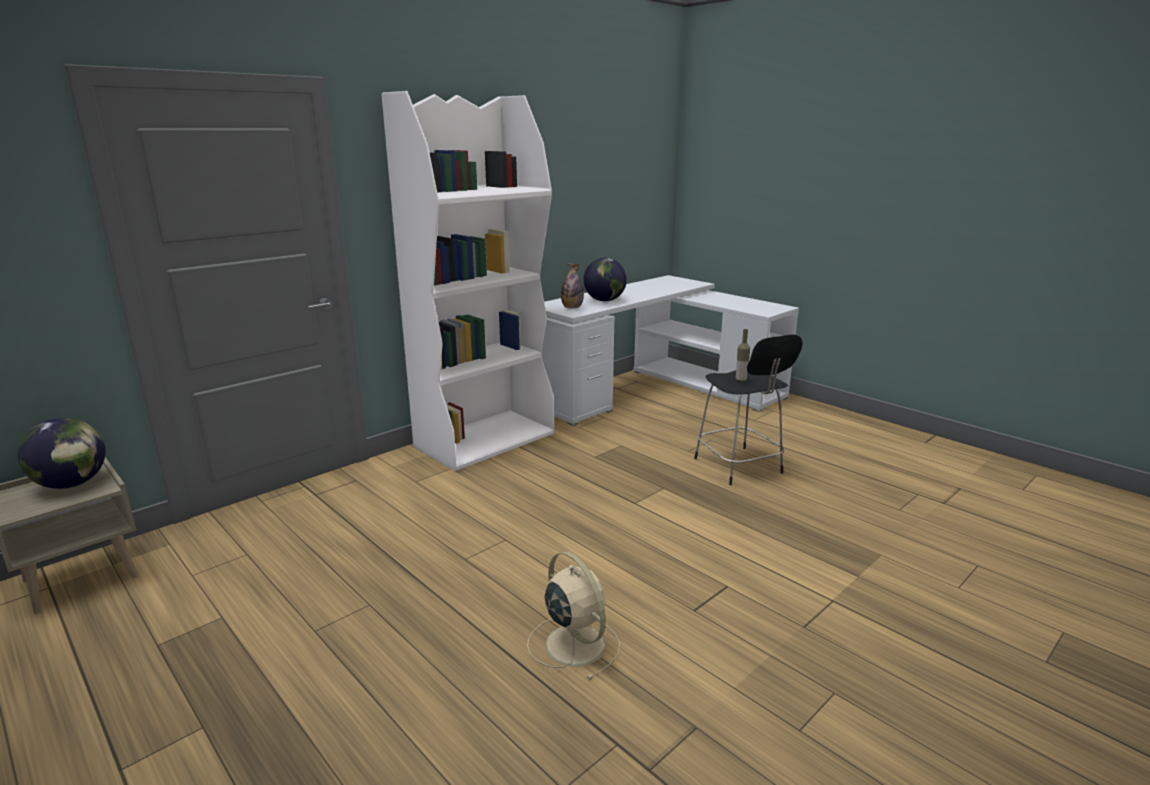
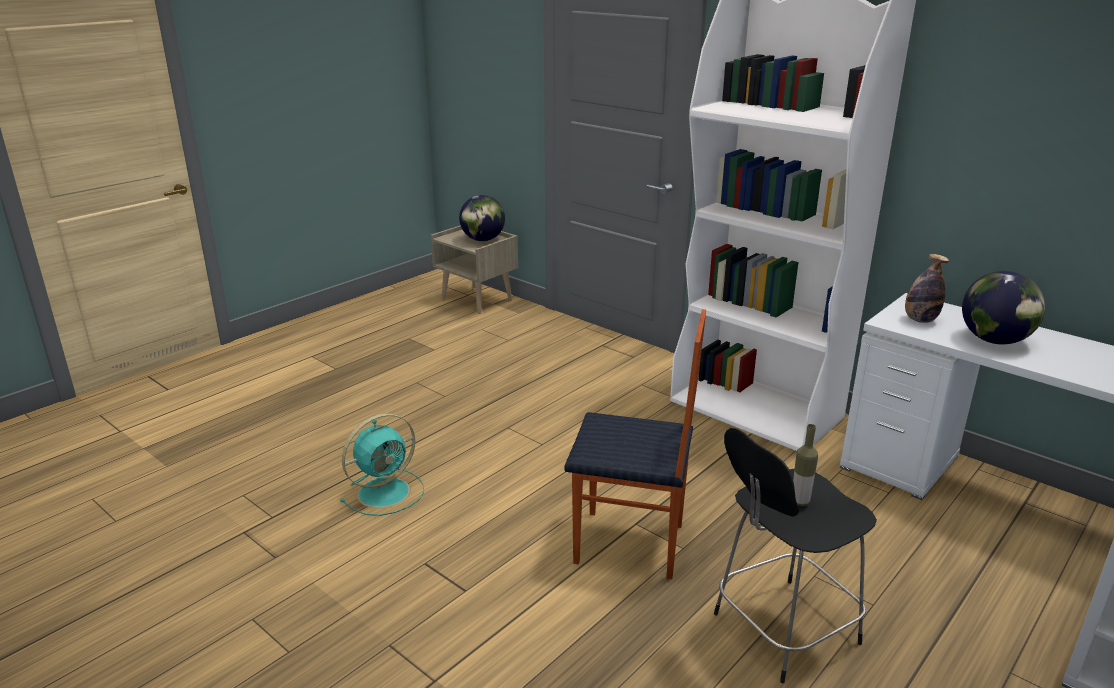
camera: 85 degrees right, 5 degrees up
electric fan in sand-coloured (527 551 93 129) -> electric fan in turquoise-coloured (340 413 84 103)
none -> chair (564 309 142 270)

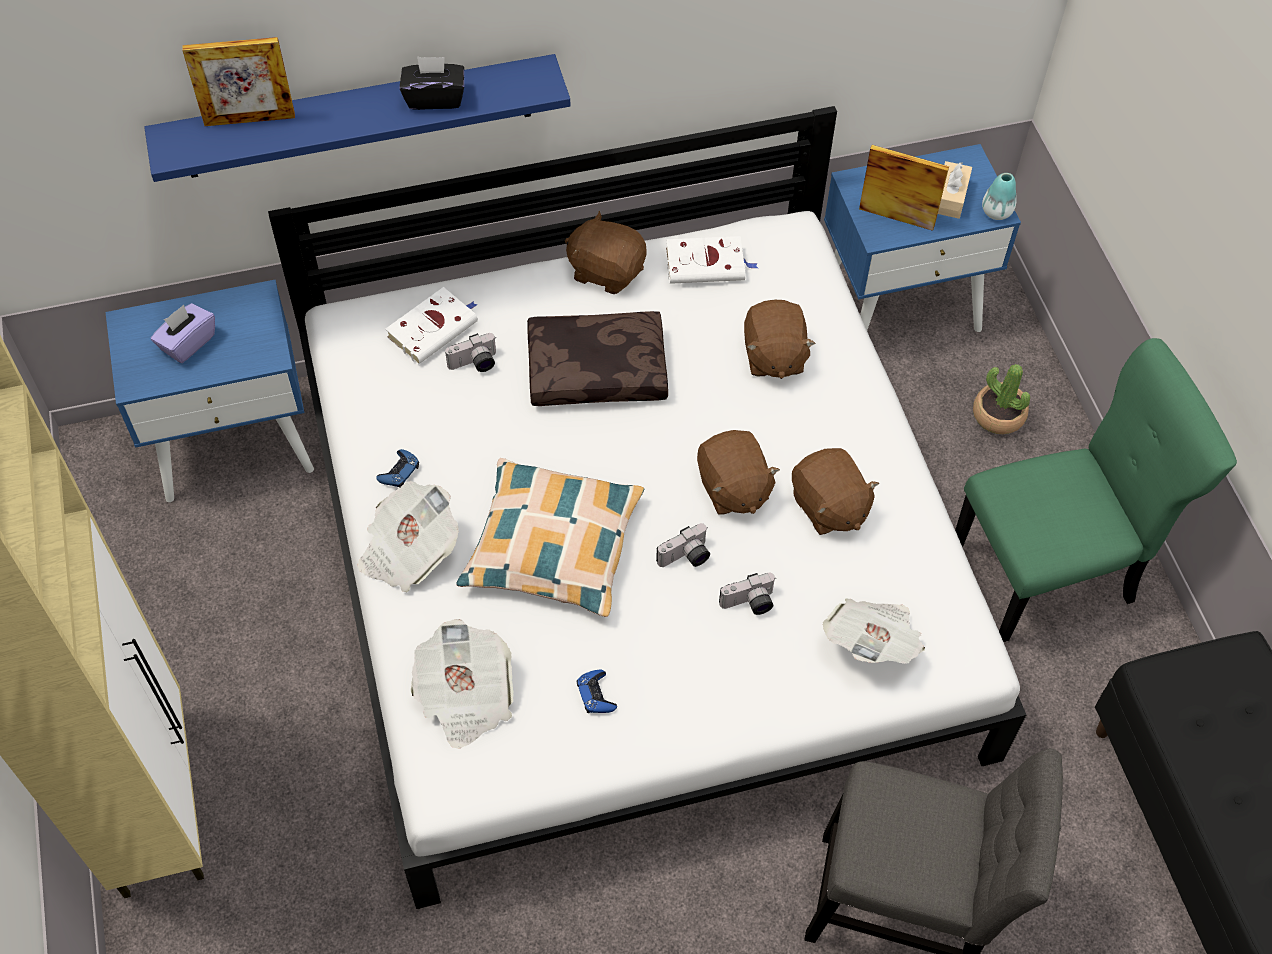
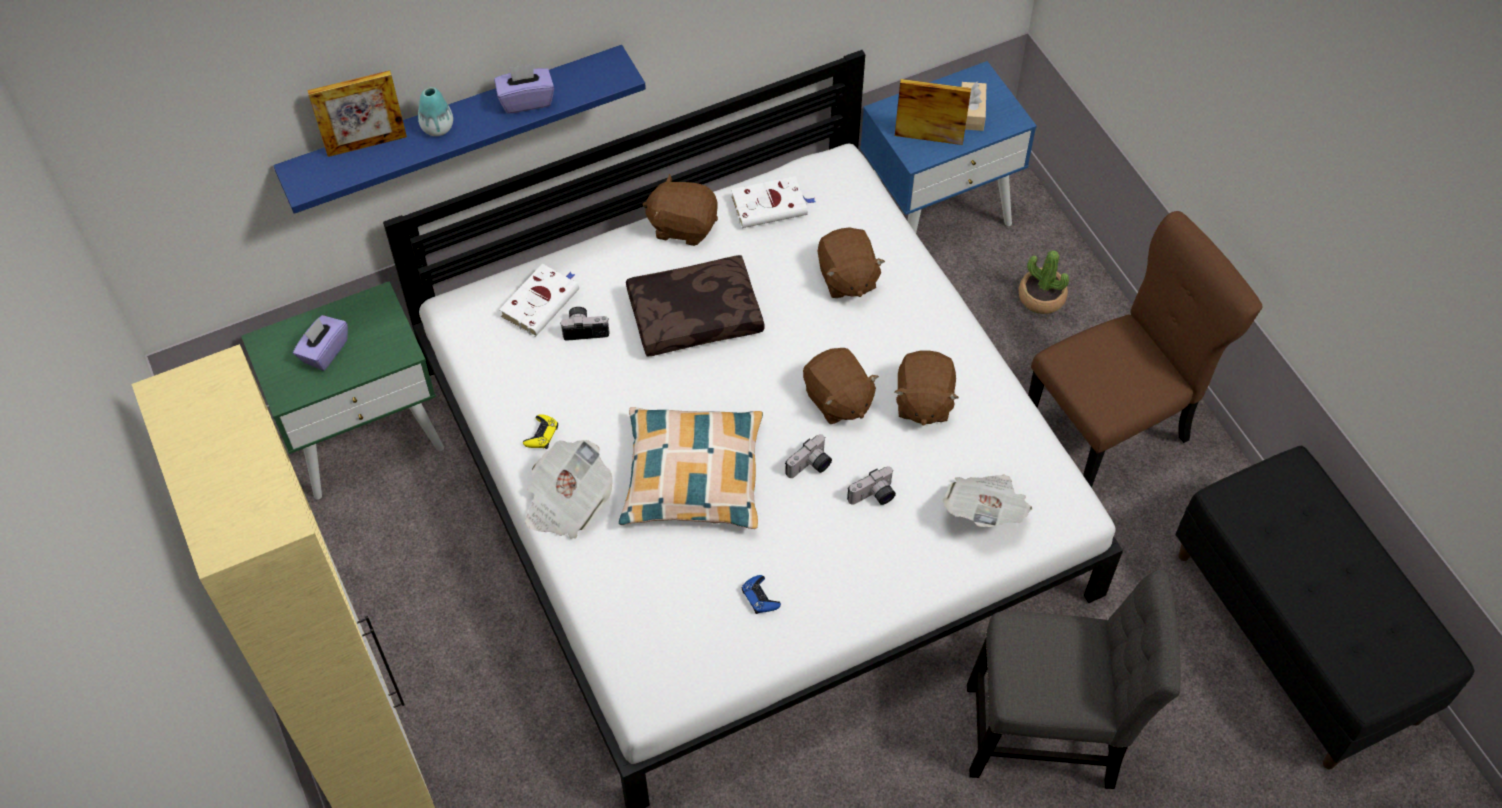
camera: 10 degrees left, 0 degrees up
bedside table in bluish (105 280 209 222) -> bedside table in greenish (241 281 203 219)
vase (982 173 35 47) -> vase (418 87 35 49), relocated
tissue holder in black (400 56 64 54) -> tissue holder in purplish (494 64 60 50)
game controller in bluish (376 449 43 39) -> game controller in yellow-coloured (523 414 35 35)
photo camera (445 333 51 39) -> photo camera (560 307 50 34), 150 degrees counterclockwise
soft toy in brown (792 448 87 87) -> soft toy in brown (894 351 65 75), 45 degrees clockwise
chair in greenish (955 338 282 304) -> chair in brown (1028 211 235 277)
newspaper (410 619 104 130) -> none

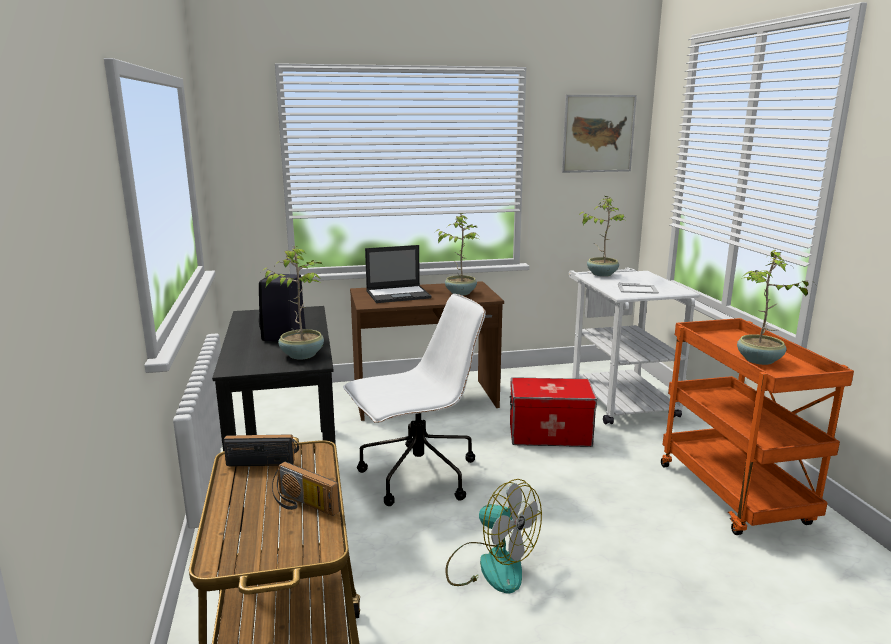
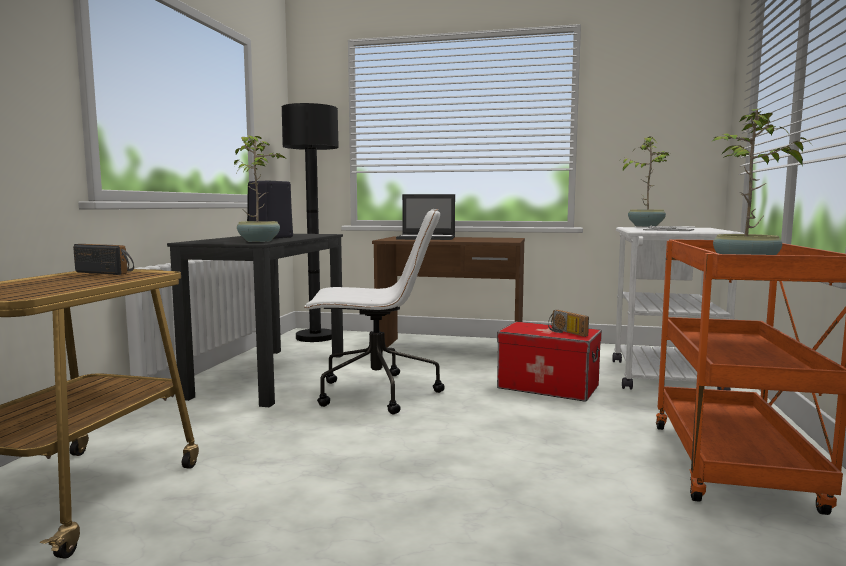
camera: 25 degrees right, 10 degrees down
none -> standing lamp in black (282 103 57 239)
radio set (272 462 68 54) -> radio set (548 310 41 27), relocated
plant in a pot (435 213 44 82) -> none
electric fan (446 479 96 114) -> none
picture (562 95 75 78) -> none

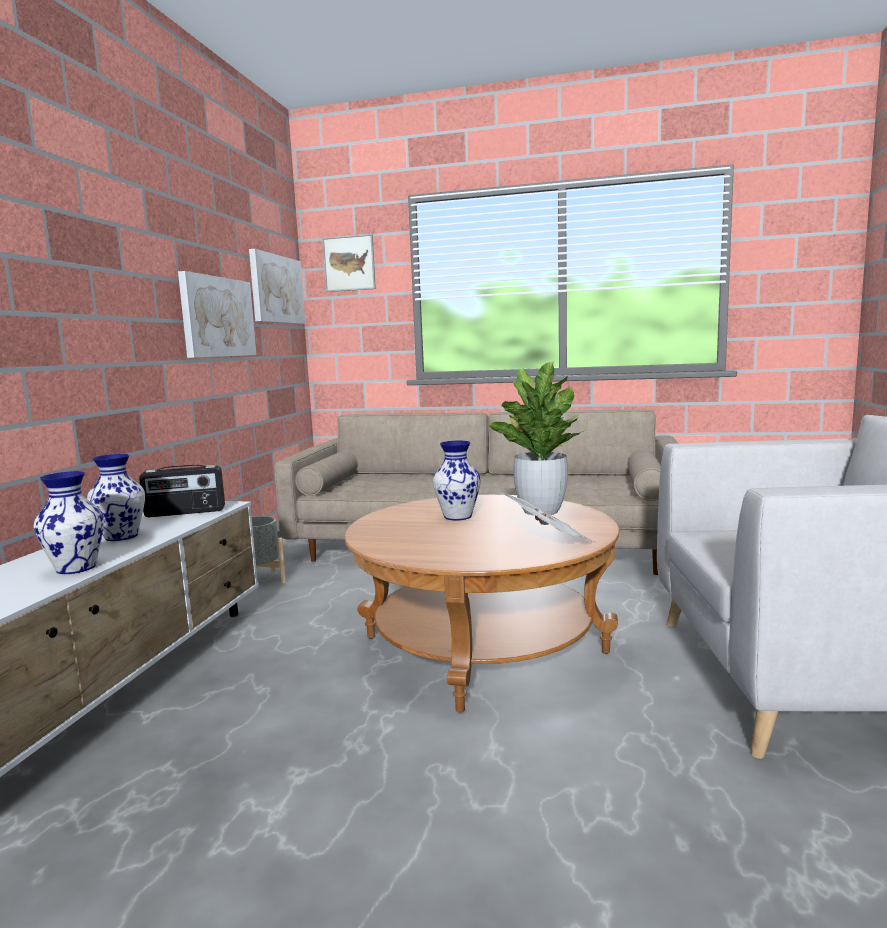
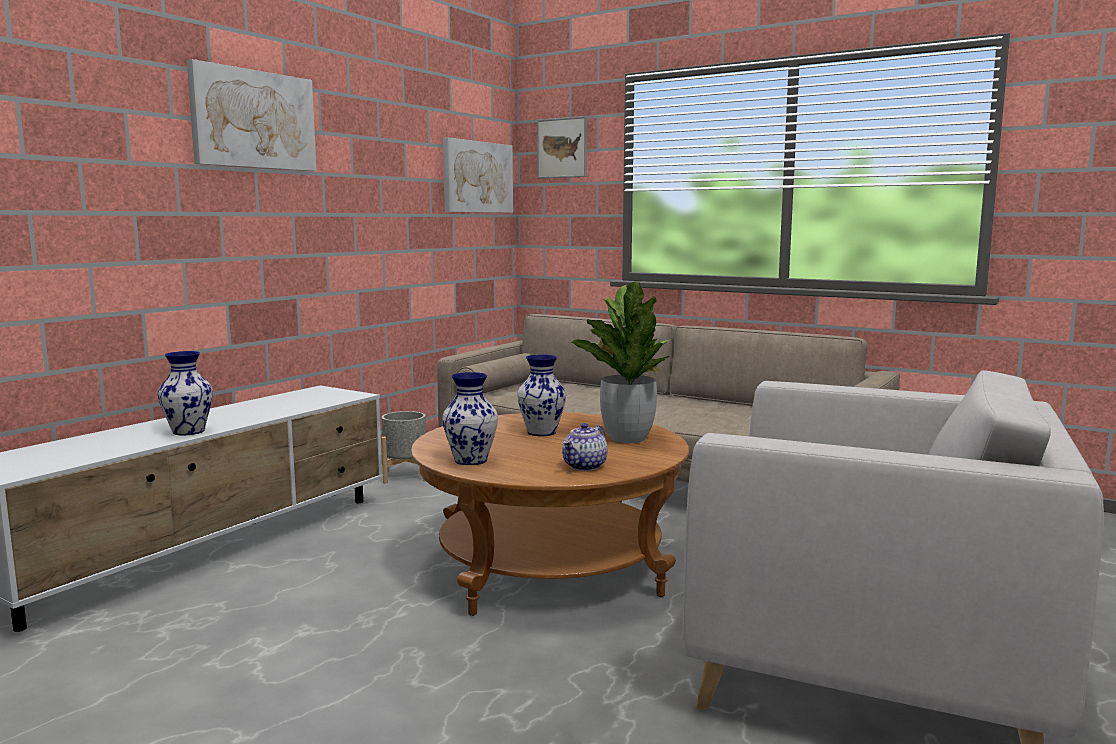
camera: 20 degrees right, 0 degrees up
picture (178 271 78 87) -> picture (187 59 130 112), relocated
vase (87 454 58 87) -> vase (442 372 56 93), relocated
newspaper (501 493 95 49) -> tea pot (562 423 46 48)
radio set (139 465 86 52) -> none

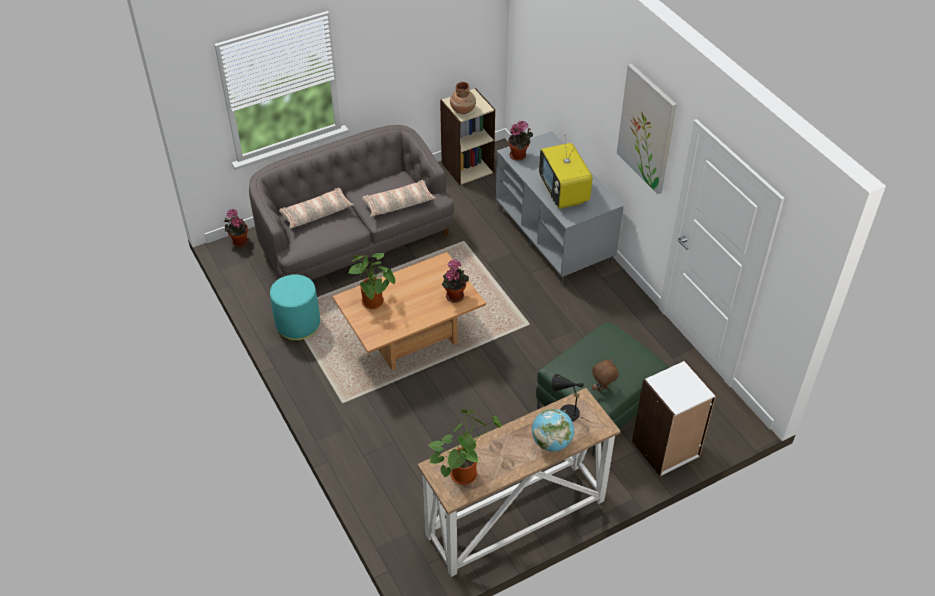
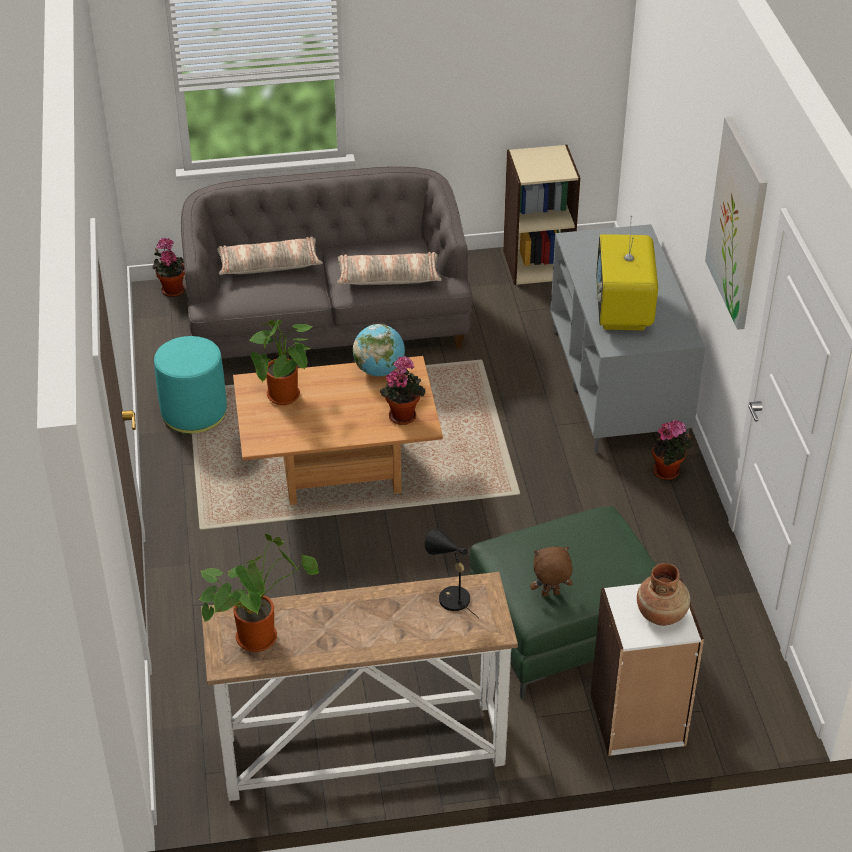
camera: 20 degrees right, 5 degrees down
desk globe (532 409 42 42) -> desk globe (353 324 52 52), relocated
vase in brown (450 82 26 32) -> vase in brown (637 563 53 63), relocated
plant in a pot (508 121 25 40) -> plant in a pot (652 419 41 61), relocated

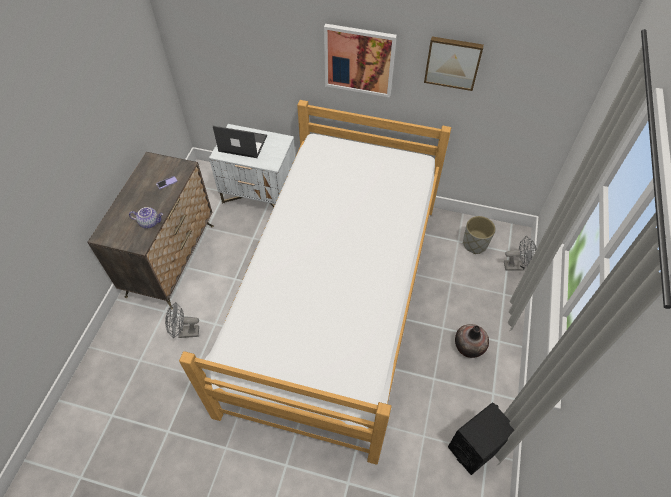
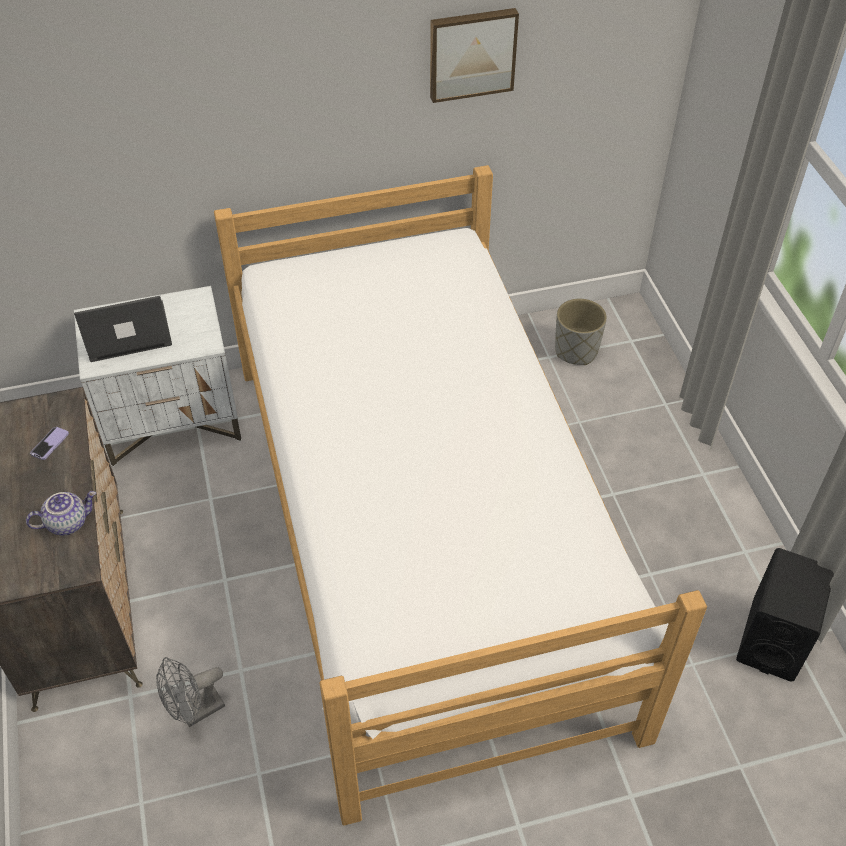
camera: 30 degrees left, 5 degrees down
picture (324 24 73 74) -> none
vase (455 324 34 34) -> none
electric fan in greyish (504 236 32 35) -> none

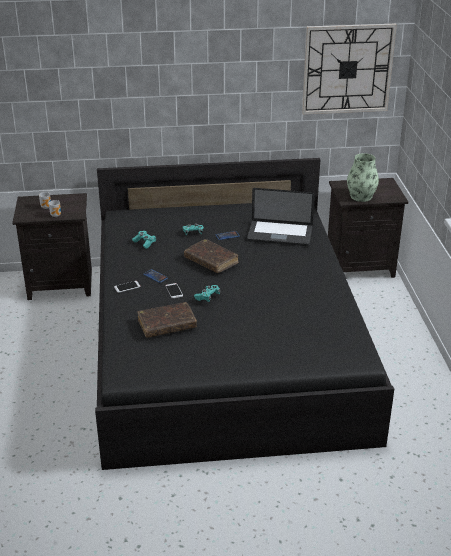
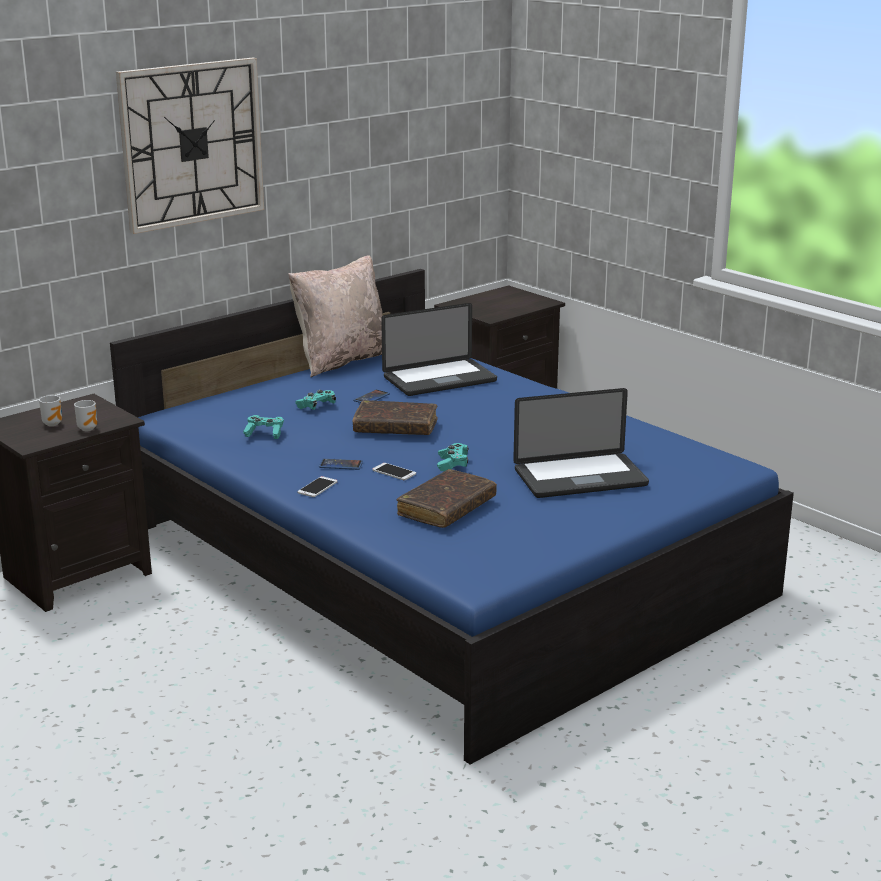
camera: 35 degrees left, 10 degrees down
sleeping bed in black (95 158 299 312) -> sleeping bed in bluish (110 269 684 496)
wall clock (302 23 95 91) -> wall clock (116 57 148 177), relocated
none -> throw pillow in sand-coloured (288 255 94 122)
none -> notebook computer (513 388 136 110)
vase (347 153 32 49) -> none

